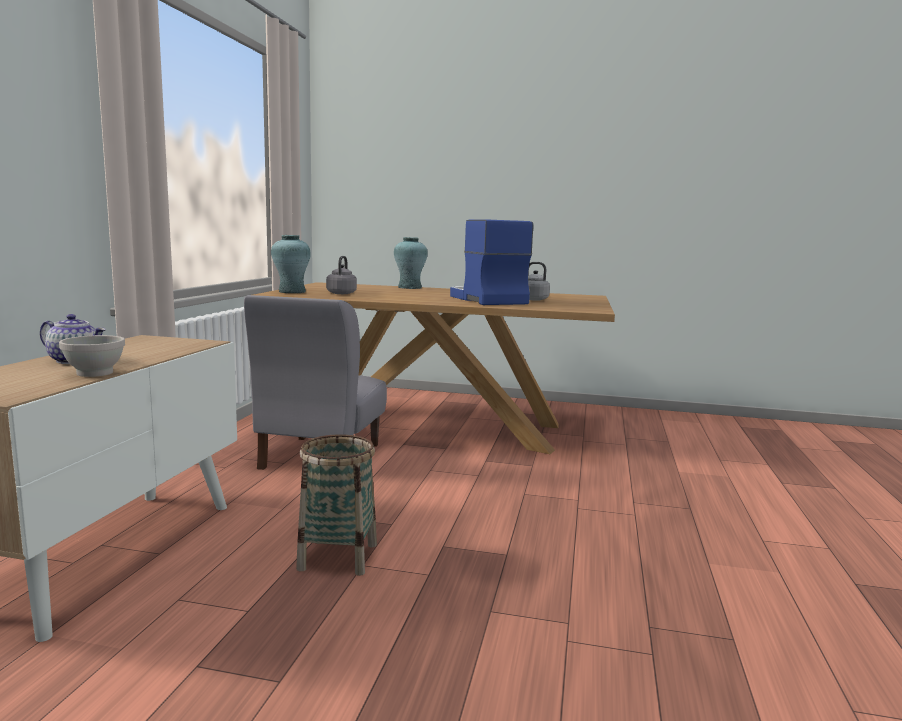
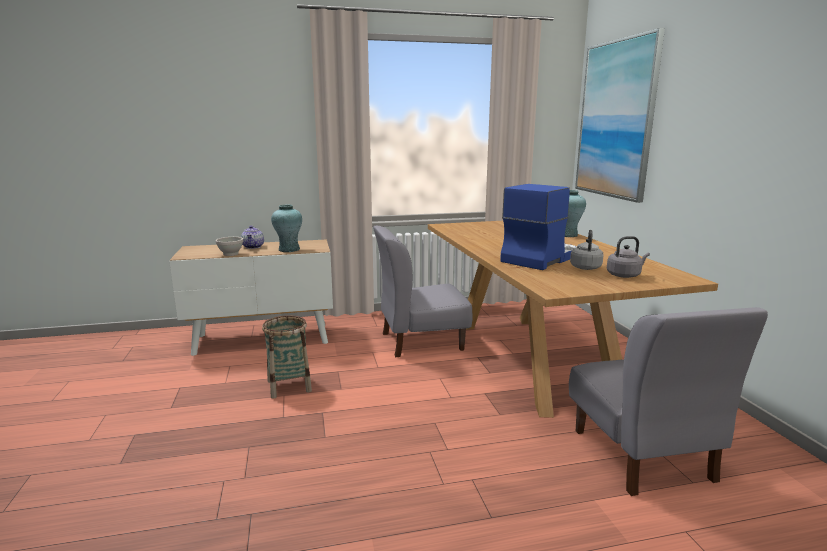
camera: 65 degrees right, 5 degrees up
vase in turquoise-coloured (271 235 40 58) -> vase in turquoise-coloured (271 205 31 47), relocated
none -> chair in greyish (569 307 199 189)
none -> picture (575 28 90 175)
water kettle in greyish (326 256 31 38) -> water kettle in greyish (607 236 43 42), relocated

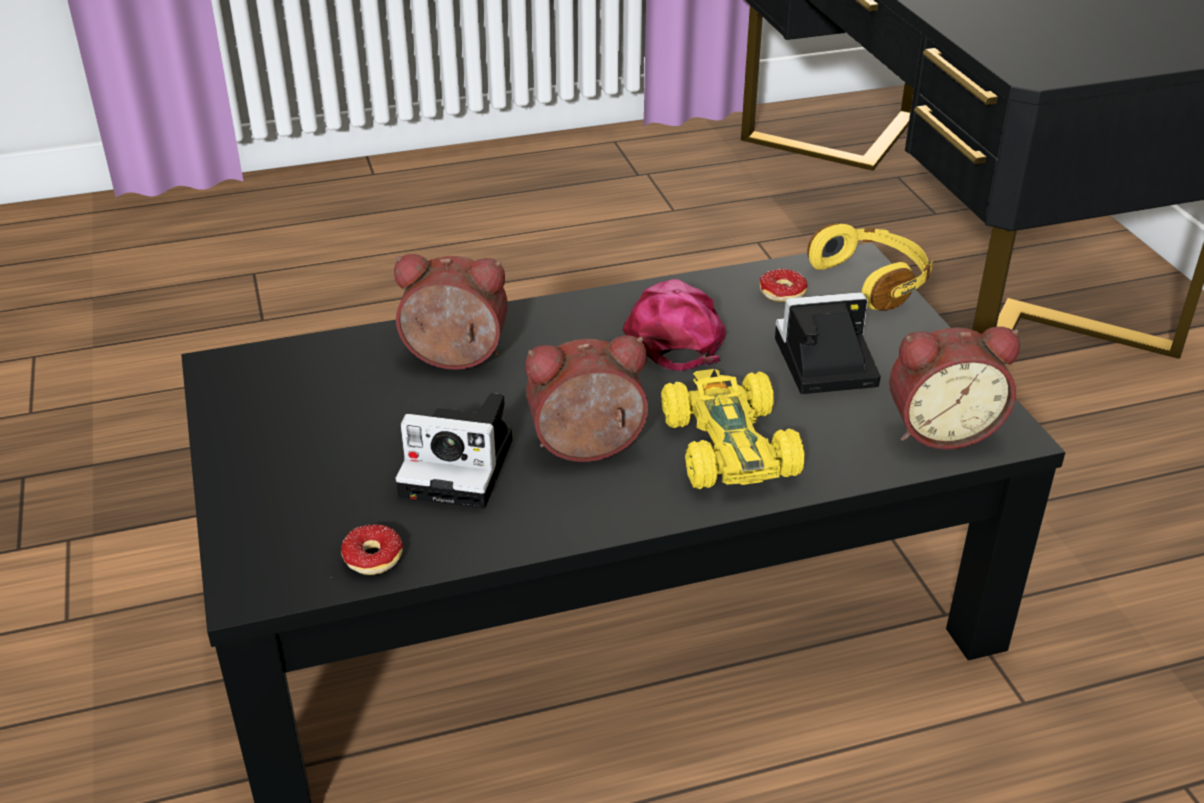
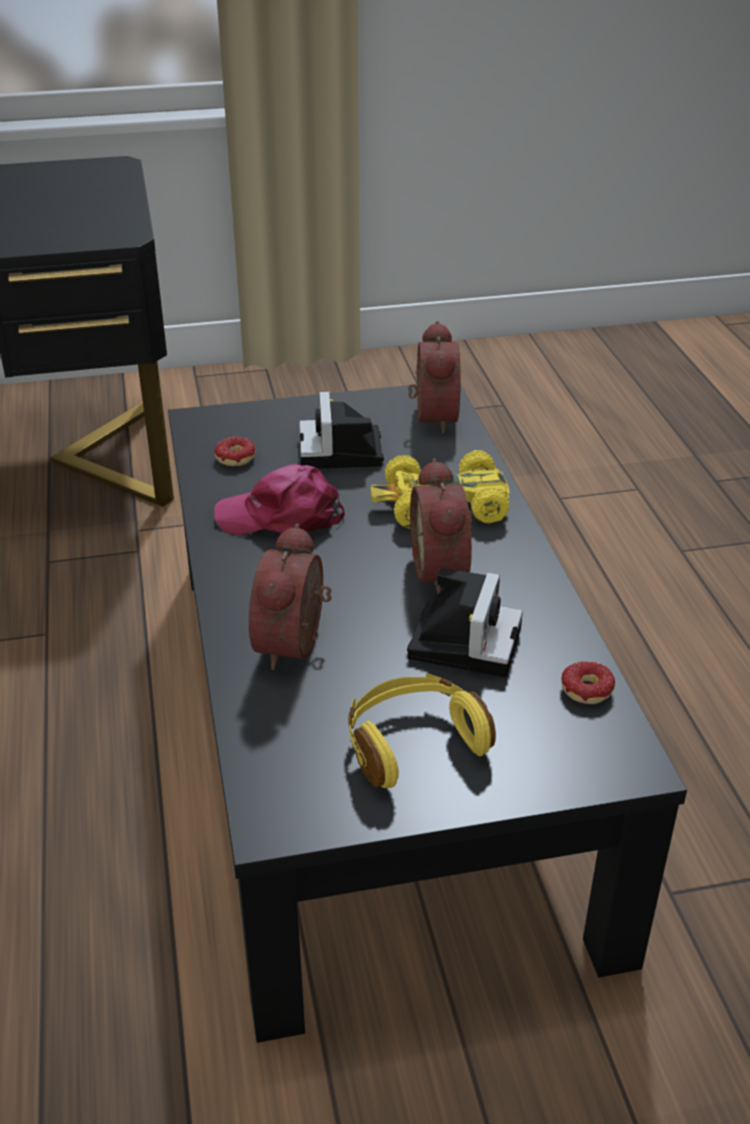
camera: 85 degrees left, 0 degrees up
headphones in yellow-coloured (807 223 126 88) -> headphones in yellow-coloured (348 674 148 114), relocated

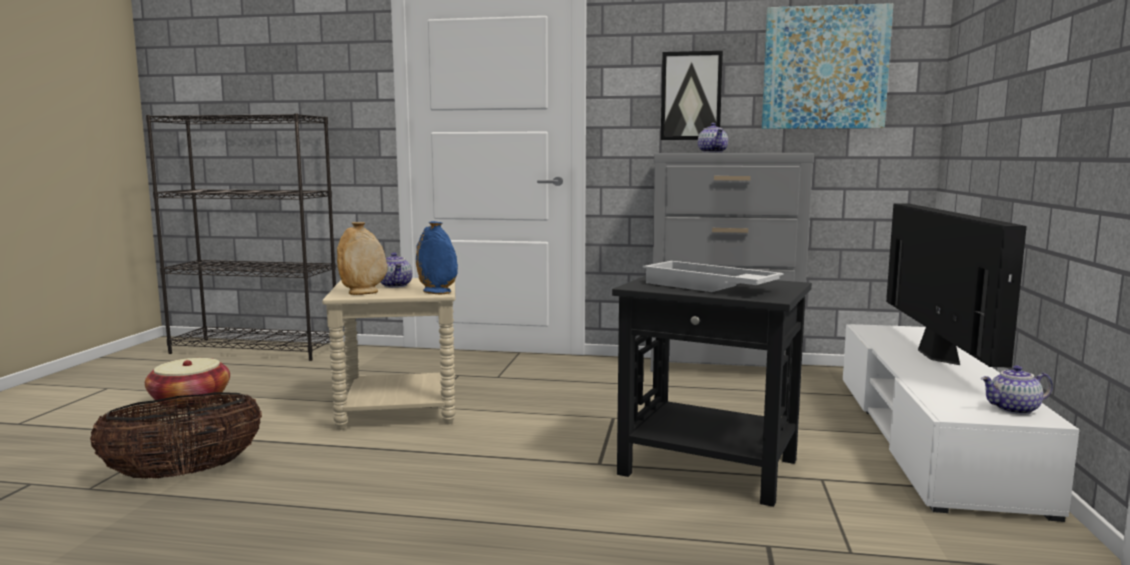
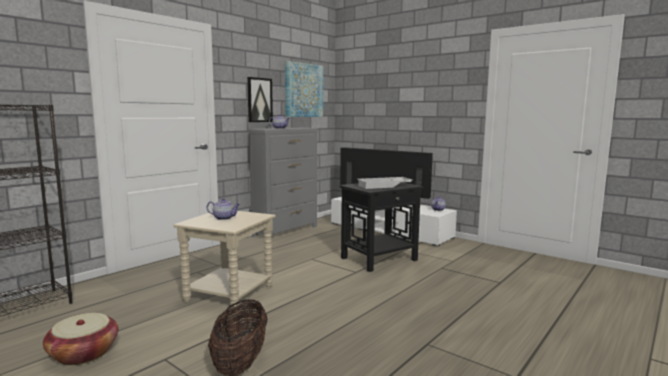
camera: 60 degrees left, 0 degrees up
vase in sand-coloured (337 222 51 73) -> none
vase in bluish (416 221 42 73) -> none

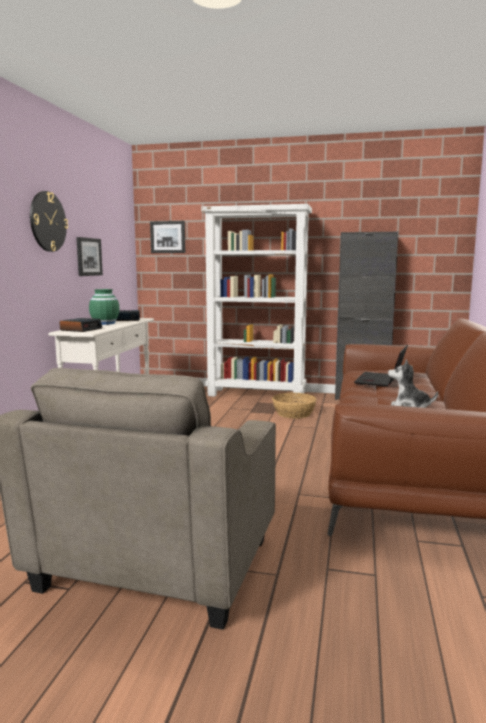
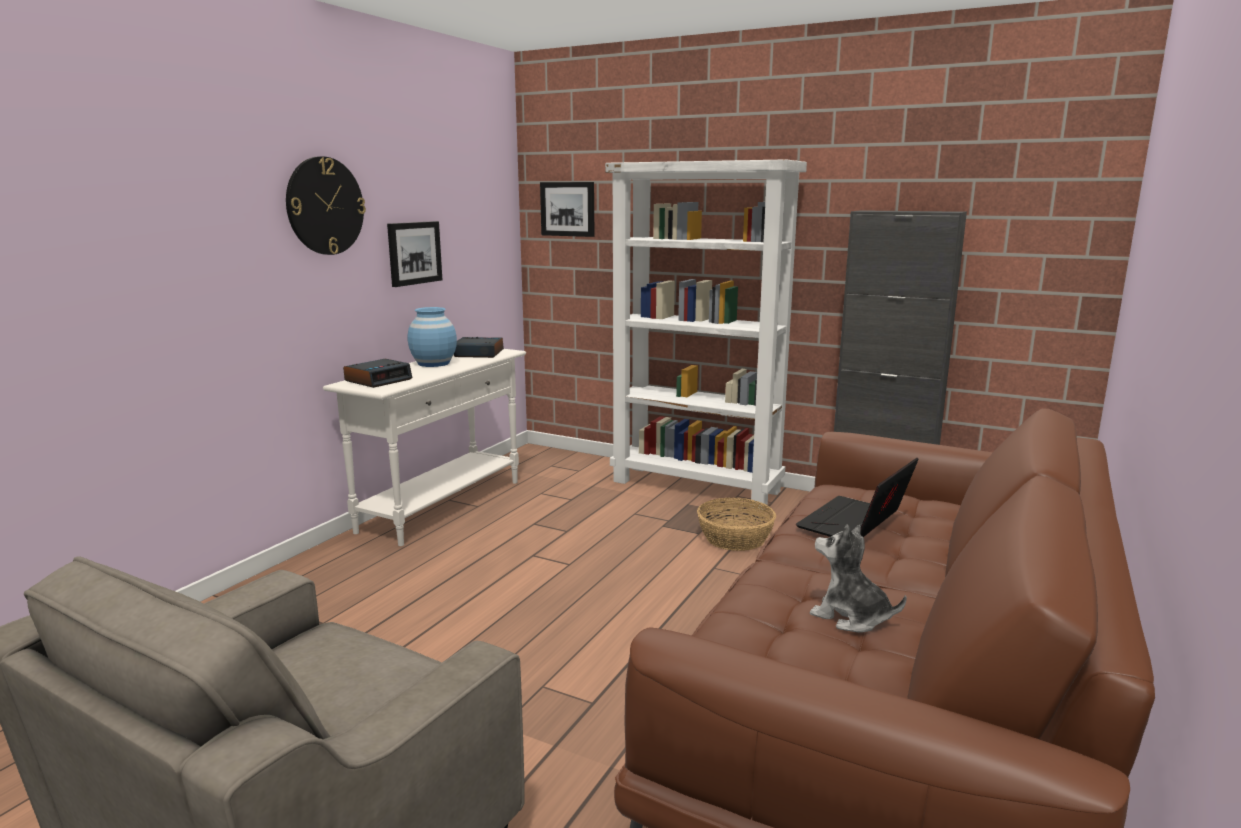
camera: 15 degrees right, 5 degrees up
vase in greenish (89 289 31 36) -> vase in bluish (407 307 50 60)

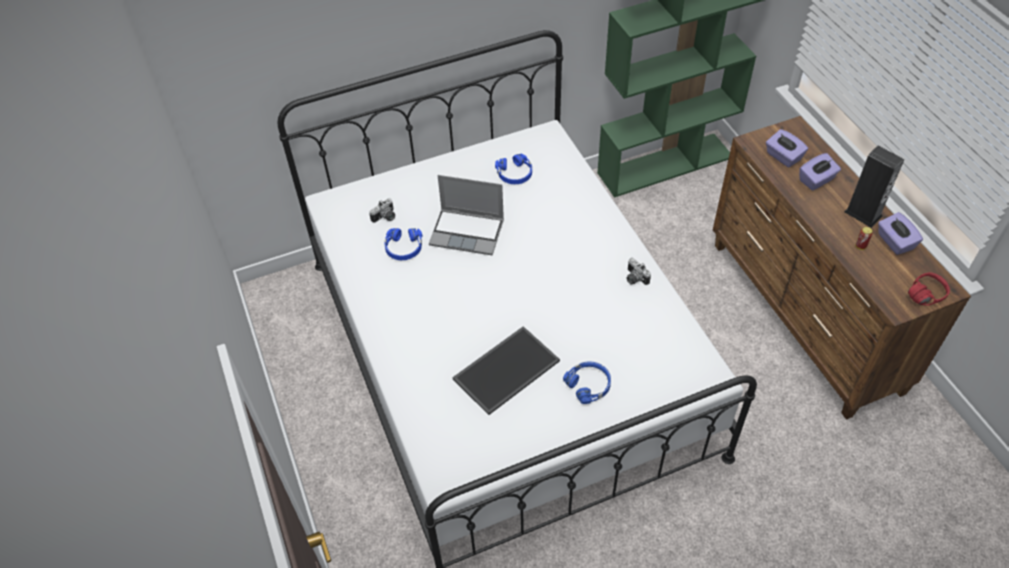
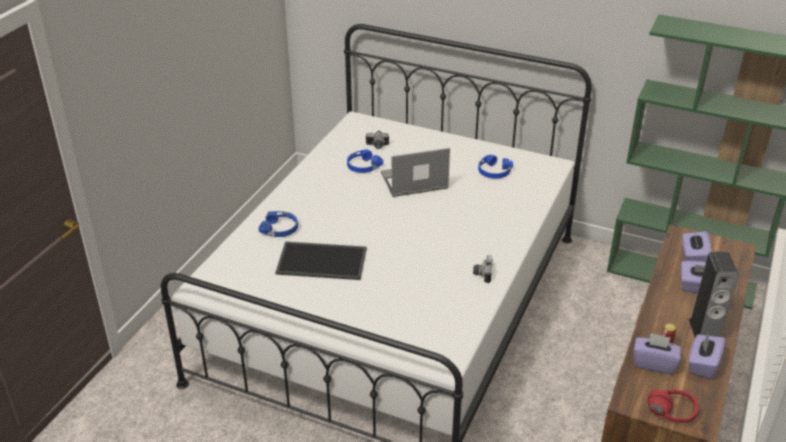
camera: 45 degrees right, 15 degrees down
headphones in bluish (563 361 48 43) -> headphones in bluish (259 211 39 26), relocated
notebook computer (429 175 75 80) -> notebook computer (381 148 69 49), 105 degrees clockwise
none -> tissue holder in purplish (633 333 48 41)

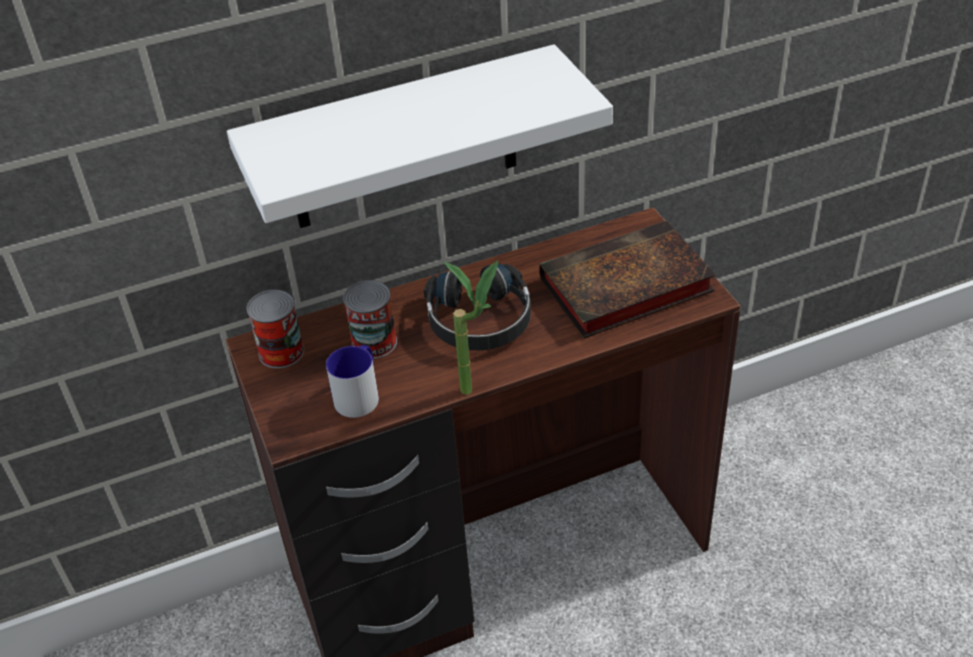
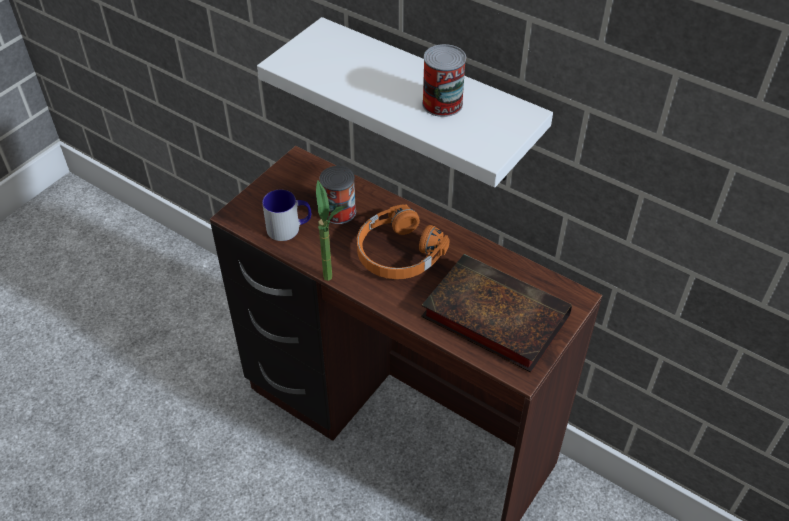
camera: 55 degrees right, 5 degrees up
headphones in black (424 263 107 87) -> headphones in orange (357 204 93 75)
sealed can (247 290 57 78) -> sealed can (422 44 44 73), relocated

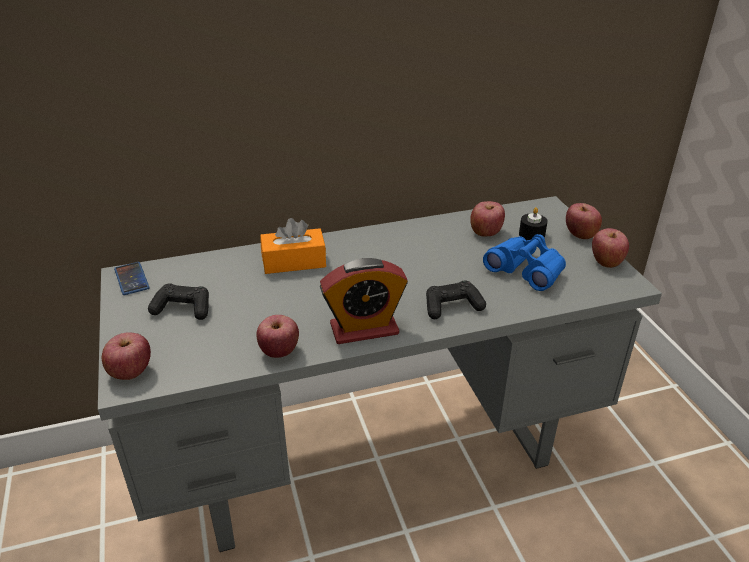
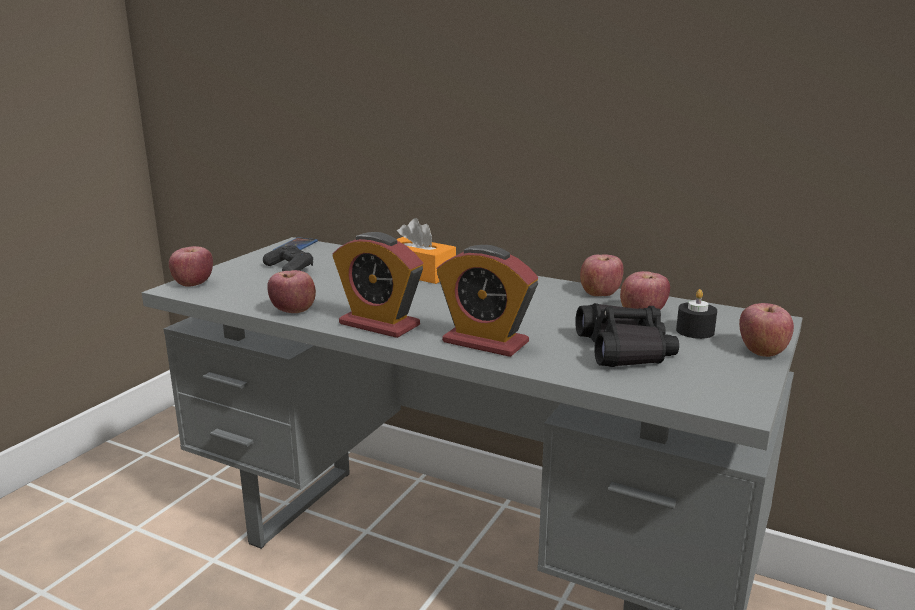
camera: 45 degrees right, 15 degrees down
game controller in black (426 281 60 38) -> bedside clock (437 245 101 112)
pair of binoculars in bluish (483 234 83 57) -> pair of binoculars in black (575 303 104 64)
apple (592 228 37 40) -> apple (580 254 44 42), relocated

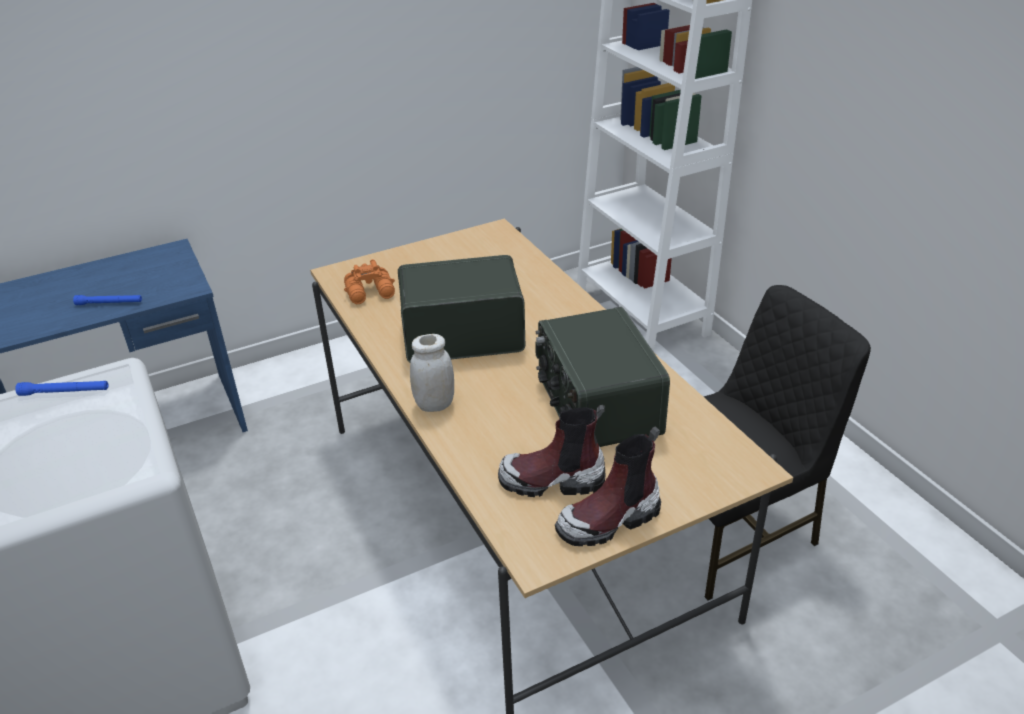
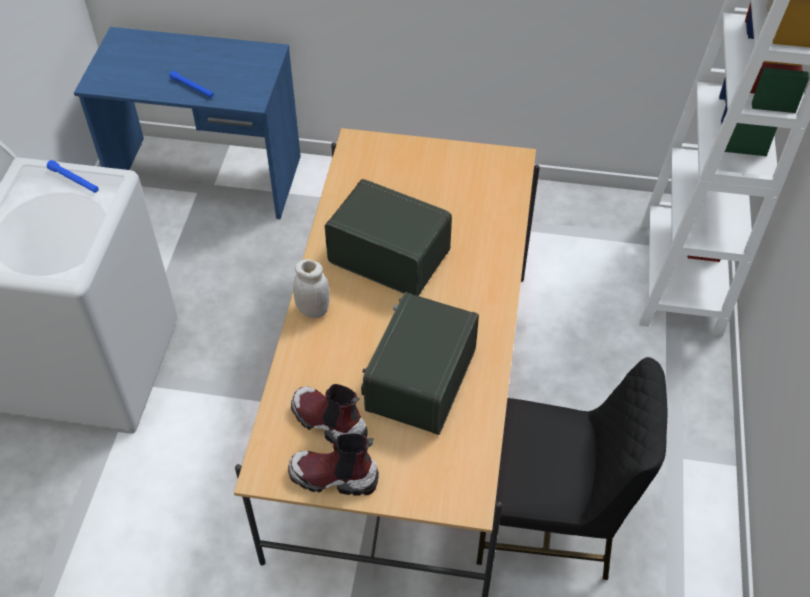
camera: 35 degrees right, 15 degrees up
pair of binoculars in orange (344 259 51 45) -> none

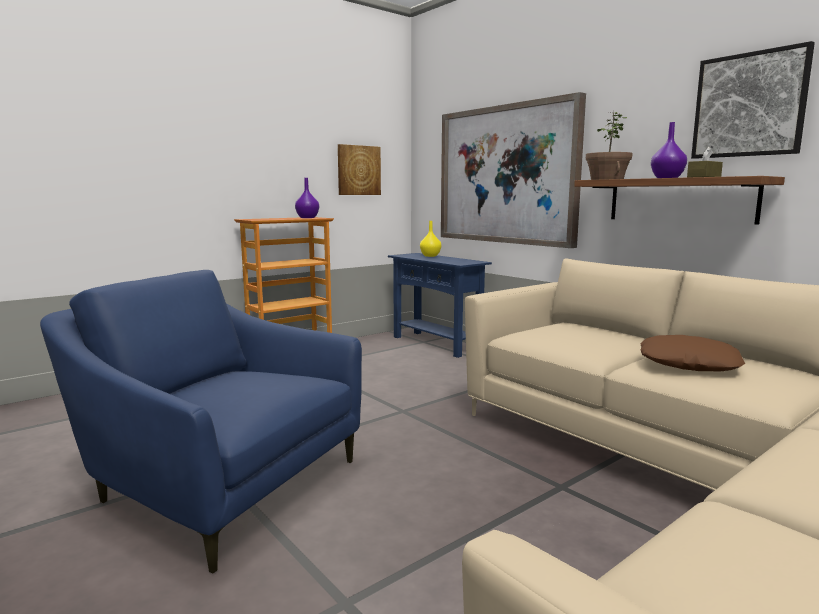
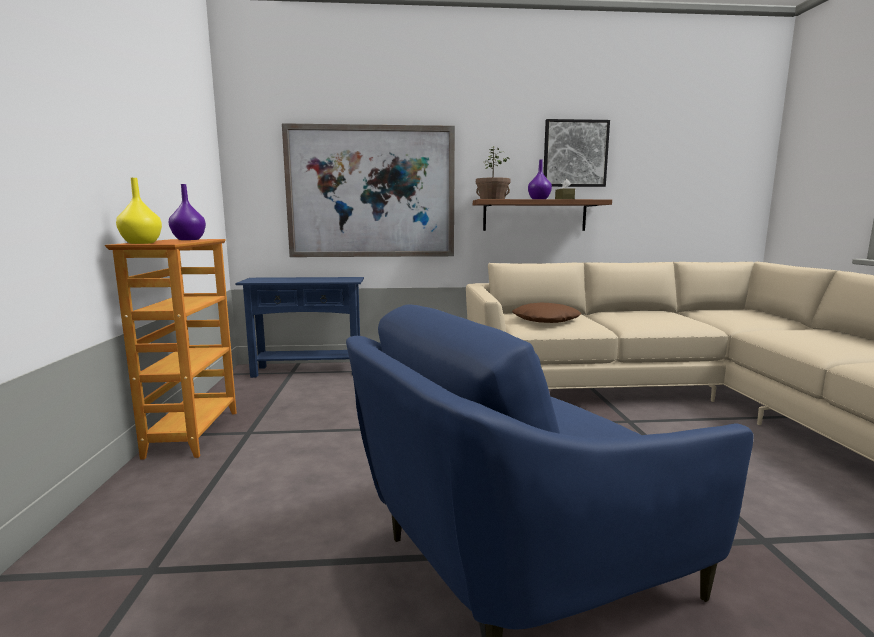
camera: 55 degrees left, 0 degrees up
vase in yellow-coloured (420 221 21 36) -> vase in yellow-coloured (116 178 46 66), relocated
throw pillow in brown (640 335 105 36) -> throw pillow in brown (512 302 69 21), relocated
picture (338 144 43 51) -> none

